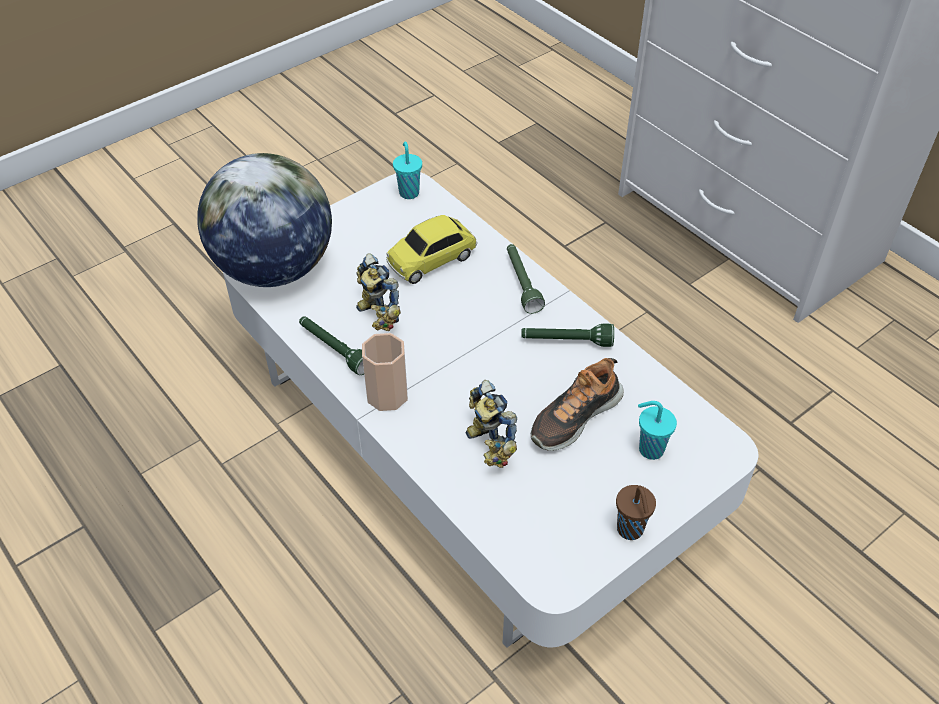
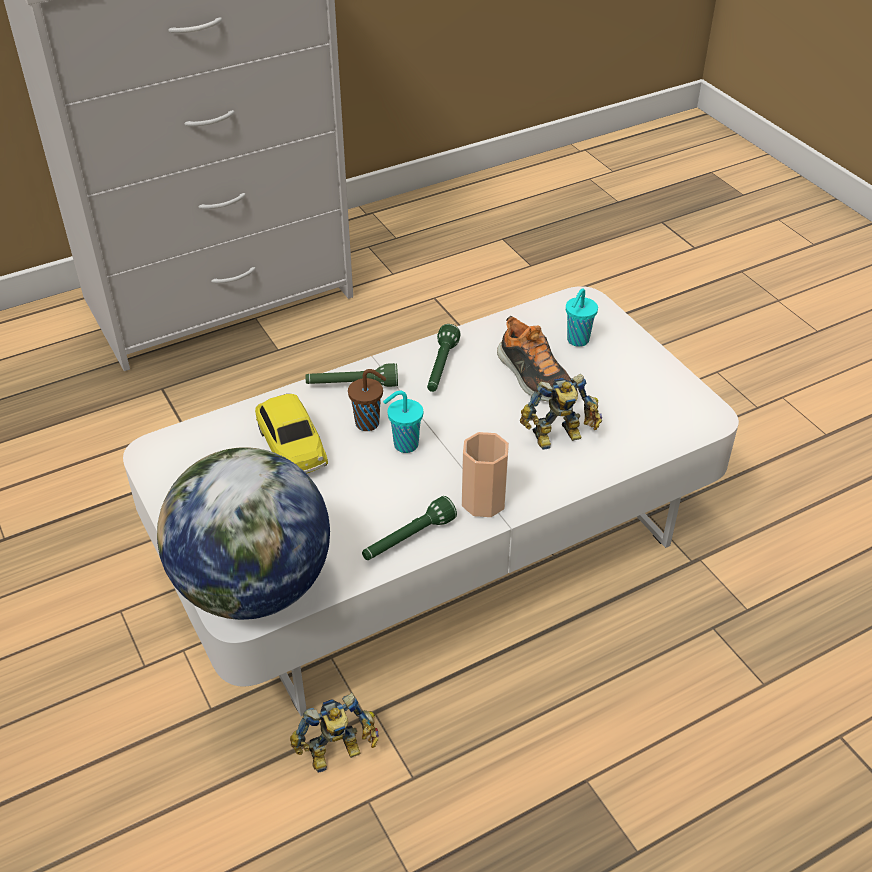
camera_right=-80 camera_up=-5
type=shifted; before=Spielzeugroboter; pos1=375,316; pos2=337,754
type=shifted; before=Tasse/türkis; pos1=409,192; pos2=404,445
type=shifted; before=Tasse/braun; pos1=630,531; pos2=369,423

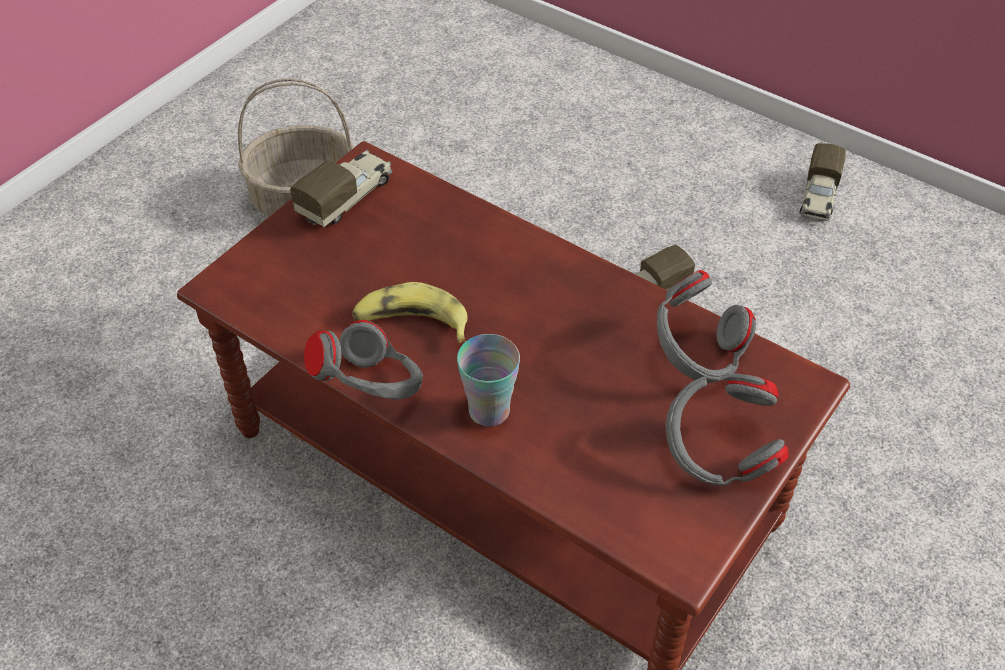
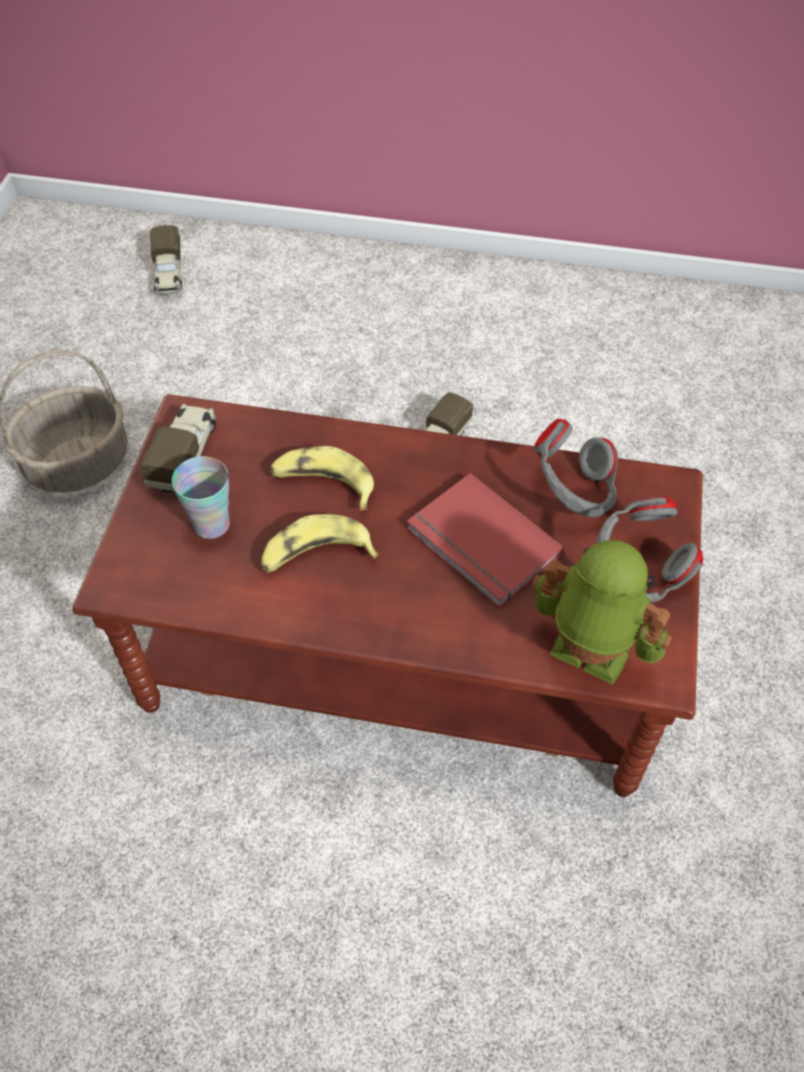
camera_right=-25 camera_up=5
type=gone; before=Kopfhörer/grau; pos1=372,389
type=new; after=Banane; pos2=323,484
type=new; after=Buch/rot; pos2=481,545
type=new; after=Spielzeugroboter; pos2=587,655
type=shifted; before=Tasse; pos1=489,410; pos2=211,524
type=shifted; before=Spielzeuglaster; pos1=818,197; pos2=169,274

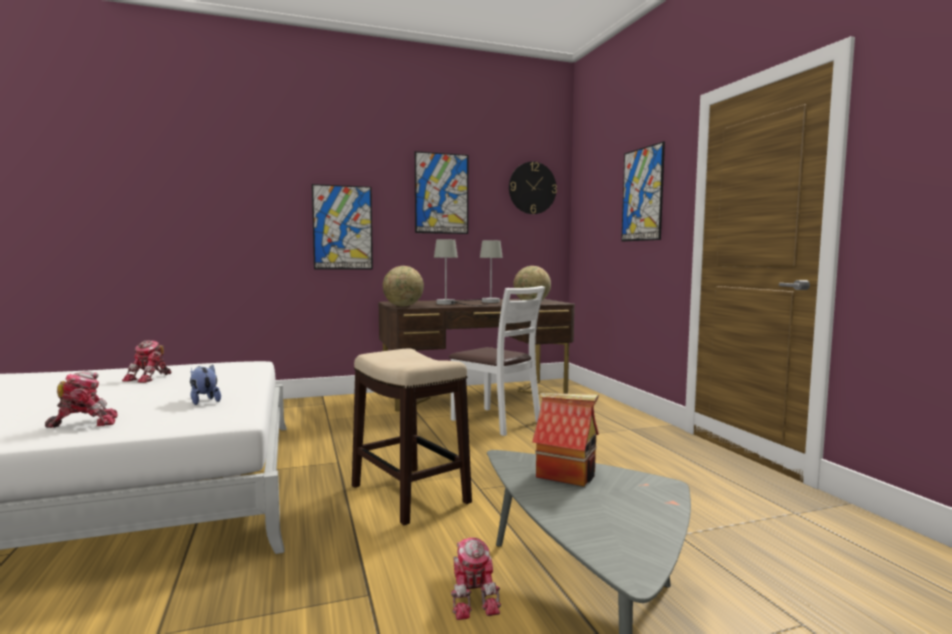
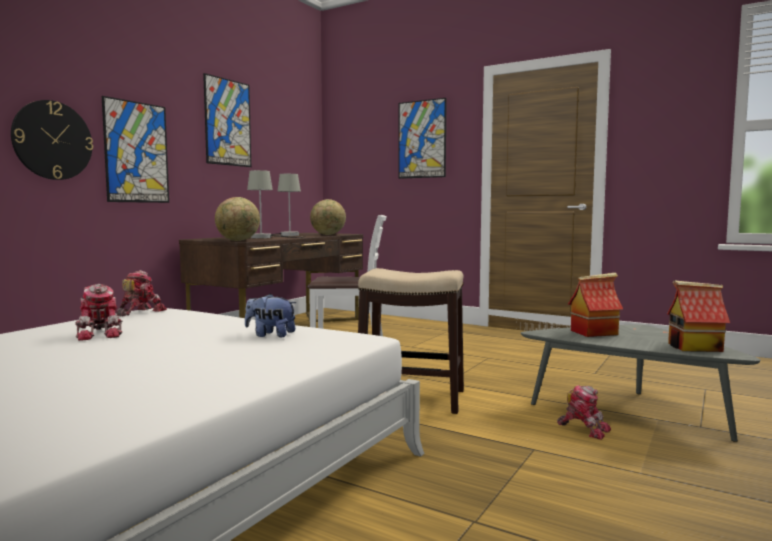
camera_right=-40 camera_up=0
type=new; after=Spielzeughaus; pos2=694,347
type=shifted; before=Spielzeugroboter; pos1=85,423; pos2=139,312
type=shifted; before=Wanduhr; pos1=532,188; pos2=52,140

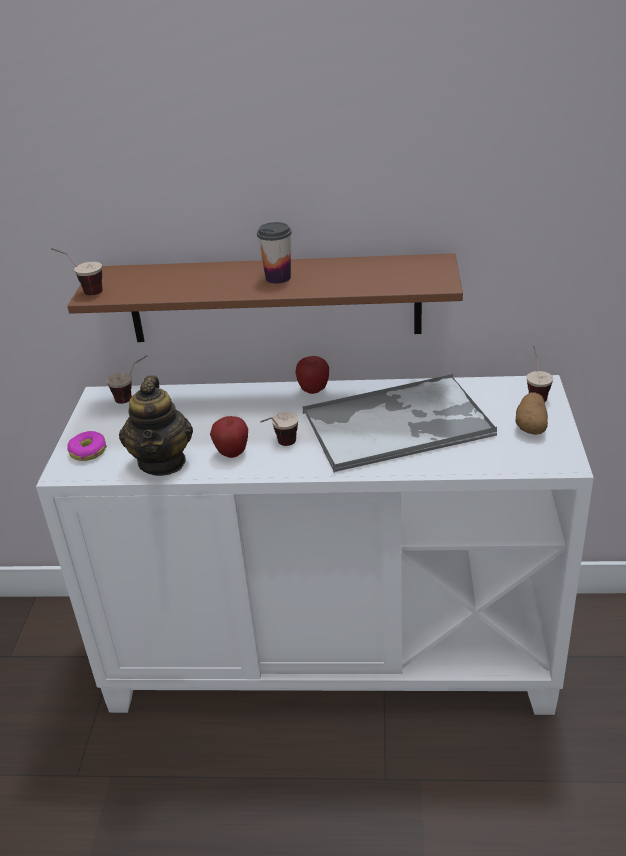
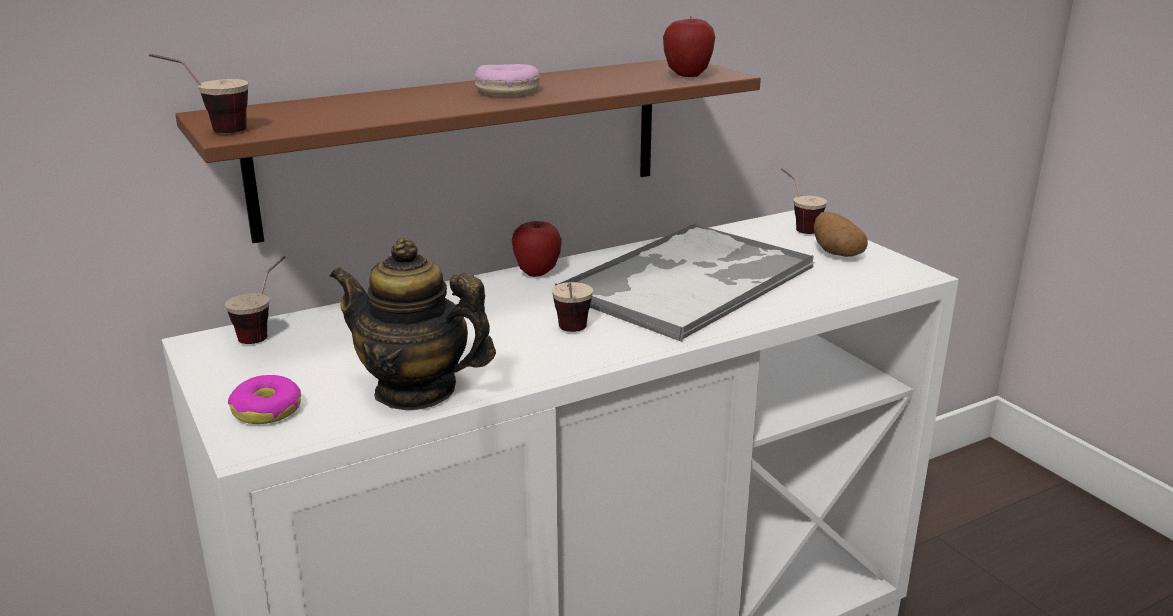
camera_right=-35 camera_up=-10
type=shifted; before=Apfel; pos1=232,453; pos2=687,75
type=swapped; before=Tasse; after=Donut; pos1=278,278; pos2=508,91
type=rotated; before=Teekanne; pos1=162,462; pos2=416,391; turn=150

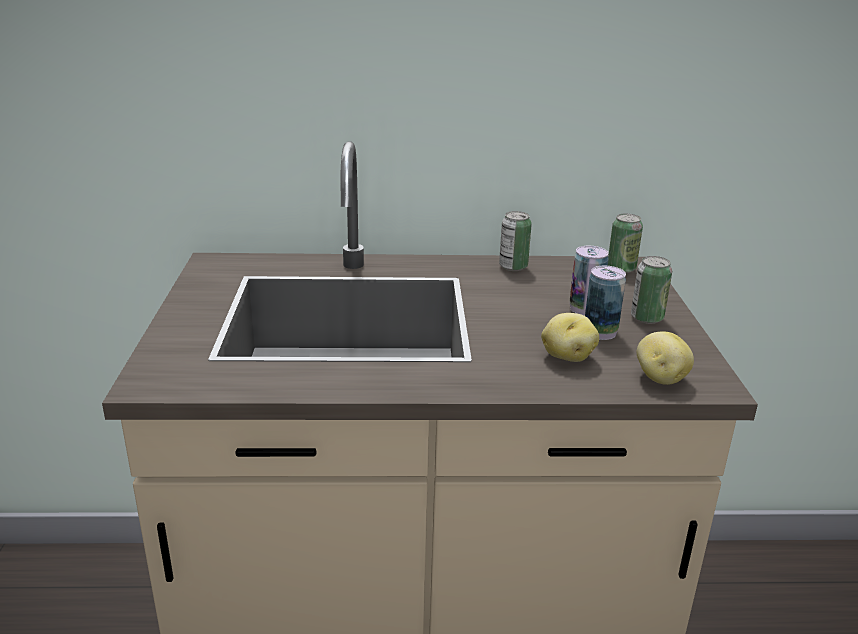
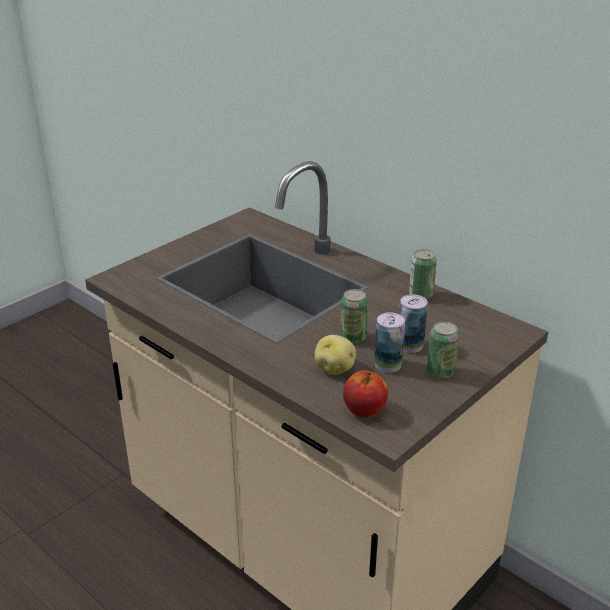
camera_right=45 camera_up=5
type=shifted; before=Dose; pos1=621,269; pos2=353,337
type=swapped; before=Kartoffel; after=Apfel; pos1=659,378; pos2=364,411

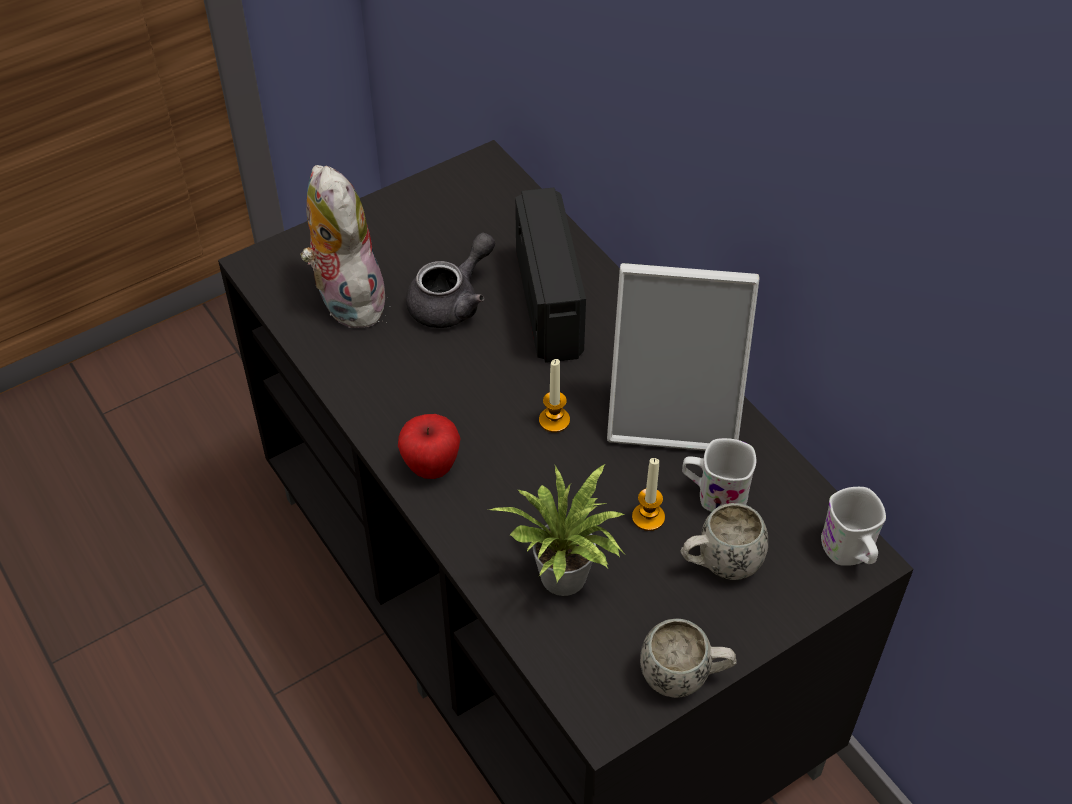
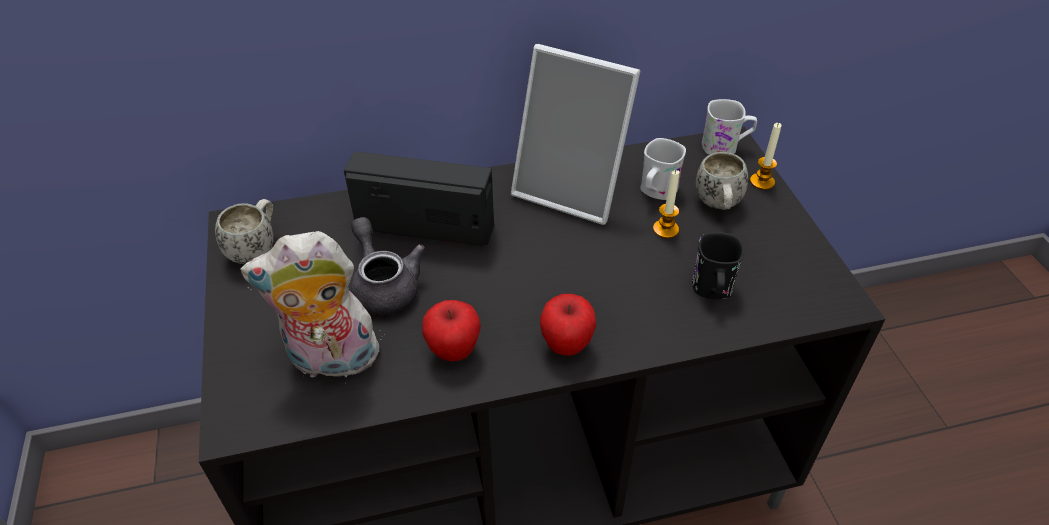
camera_right=-70 camera_up=-5
type=new; after=Apfel; pos2=453,351
type=shifted; before=Kerze; pos1=554,420; pos2=762,182
type=shifted; before=Henkelbecher/weiß; pos1=685,676; pos2=256,248
type=swapped; before=Topfpflanze; after=Henkelbecher/schwarz; pos1=565,582; pos2=712,290
type=rotated; before=Bilderrahmen; pos1=675,412; pos2=572,189; turn=90

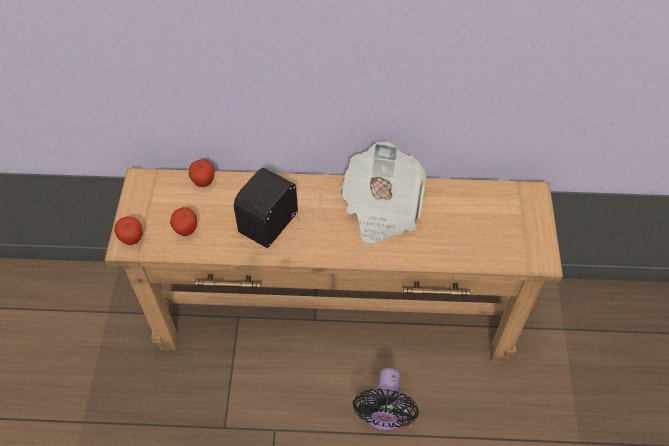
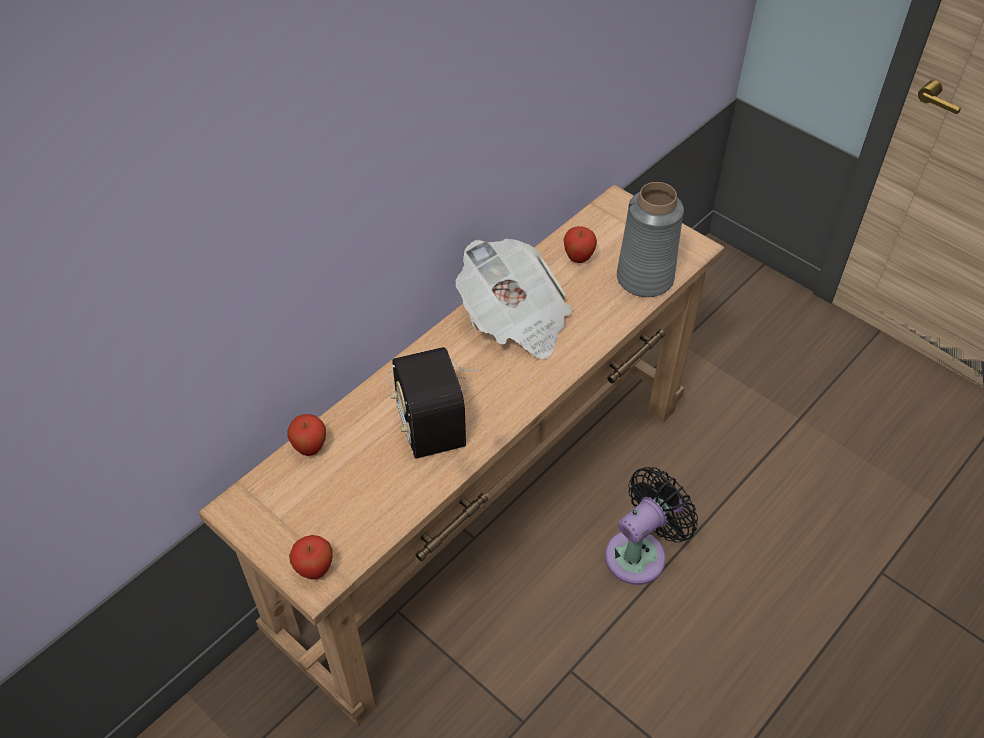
camera_right=-50 camera_up=-5
type=new; after=Vase/grau; pos2=645,278
type=shifted; before=Apfel; pos1=186,231; pos2=578,258
type=rotated; before=Ventilator/schwarz; pos1=384,414; pos2=640,553; turn=-90

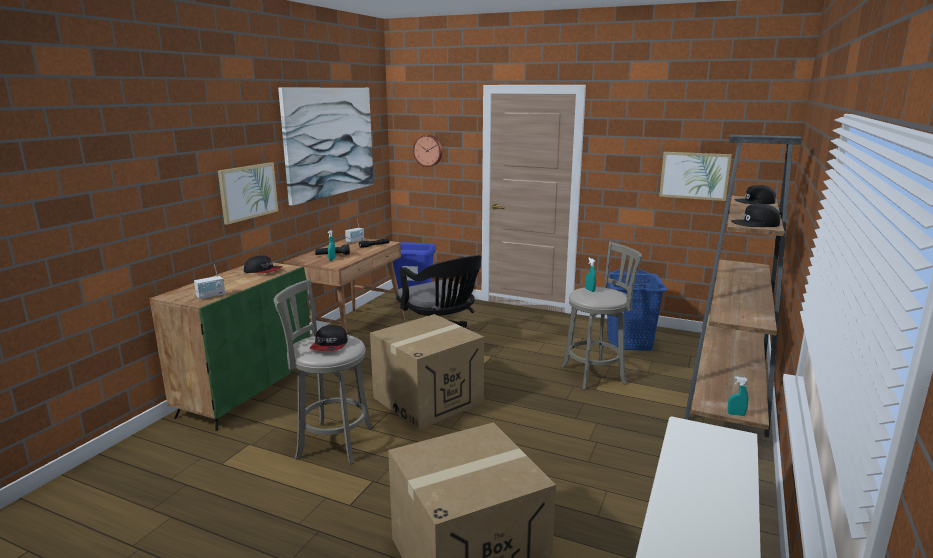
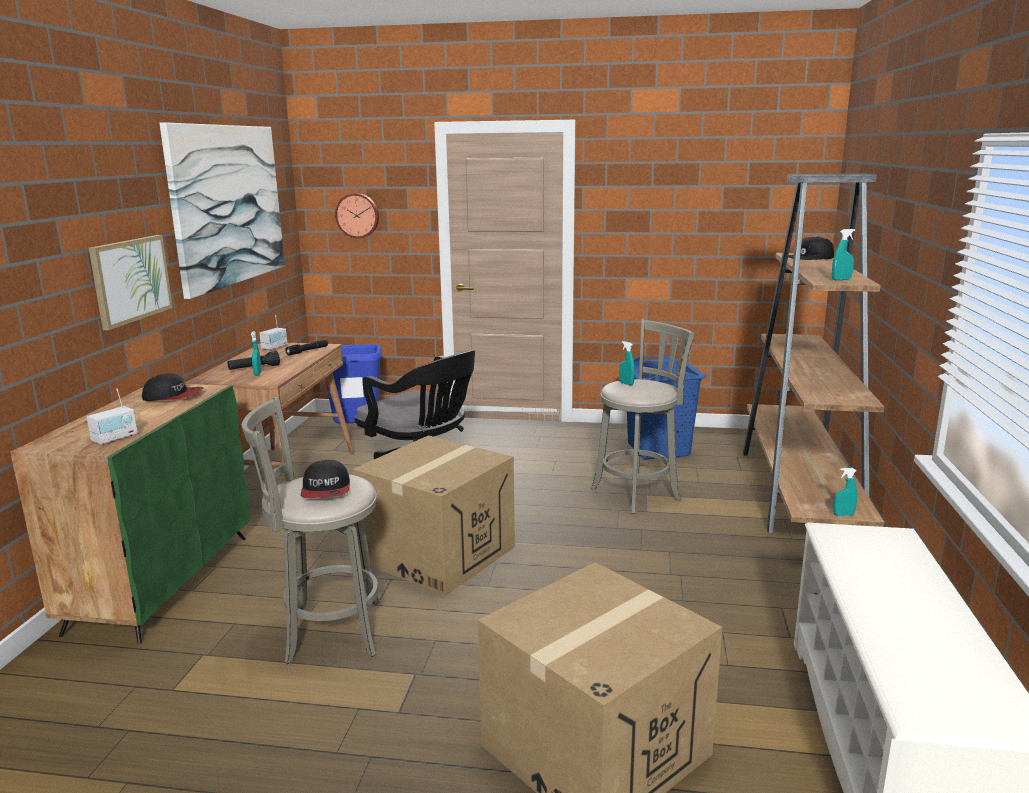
camera_right=-15 camera_up=0
type=gone; before=Bild; pos1=694,175
type=swapped; before=Kappe/schwarz; after=Sprühflasche/türkis; pos1=755,223; pos2=841,279

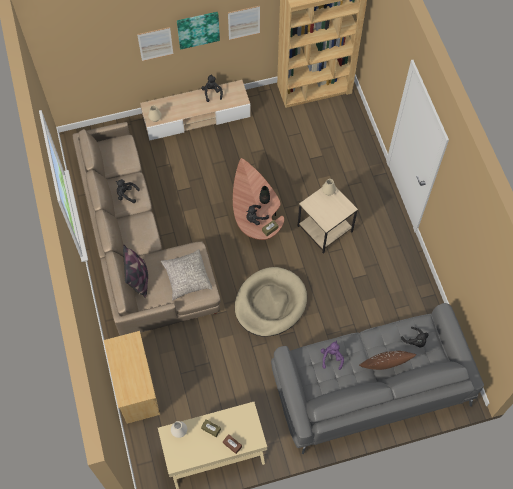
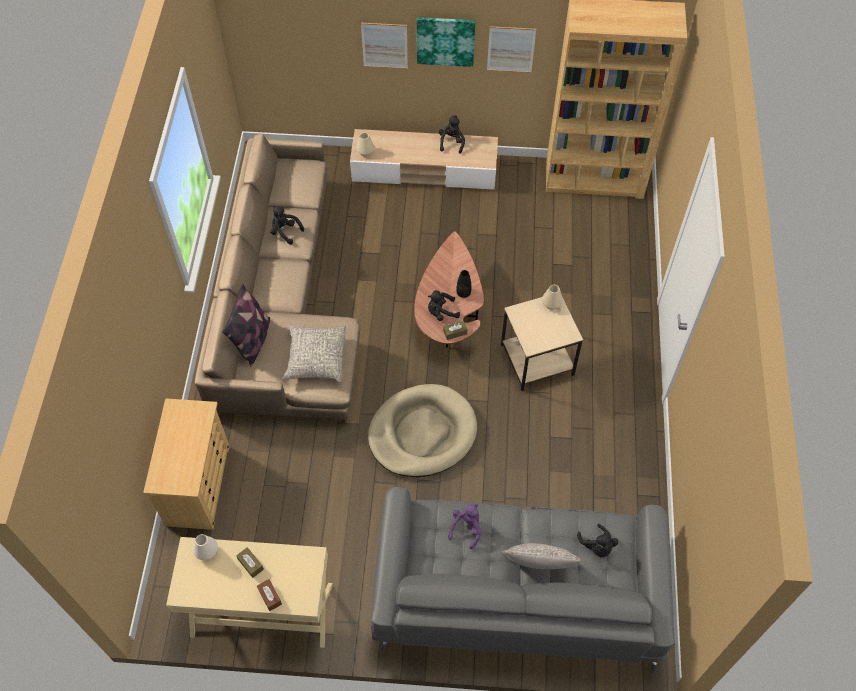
camera_right=20 camera_up=-5
type=repainted; before=Kissen/braun; after=Kissen/grau; pos1=384,366; pos2=537,566

